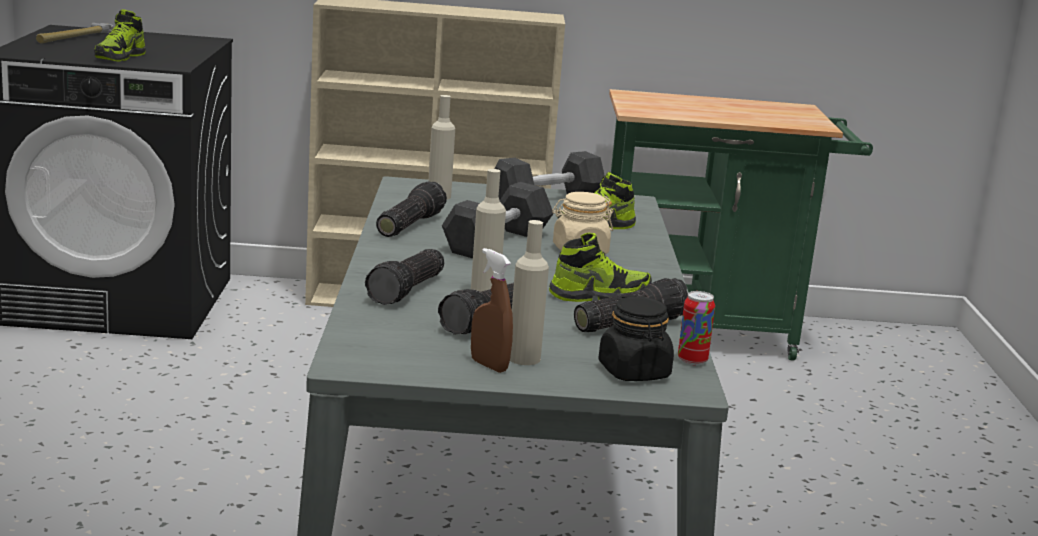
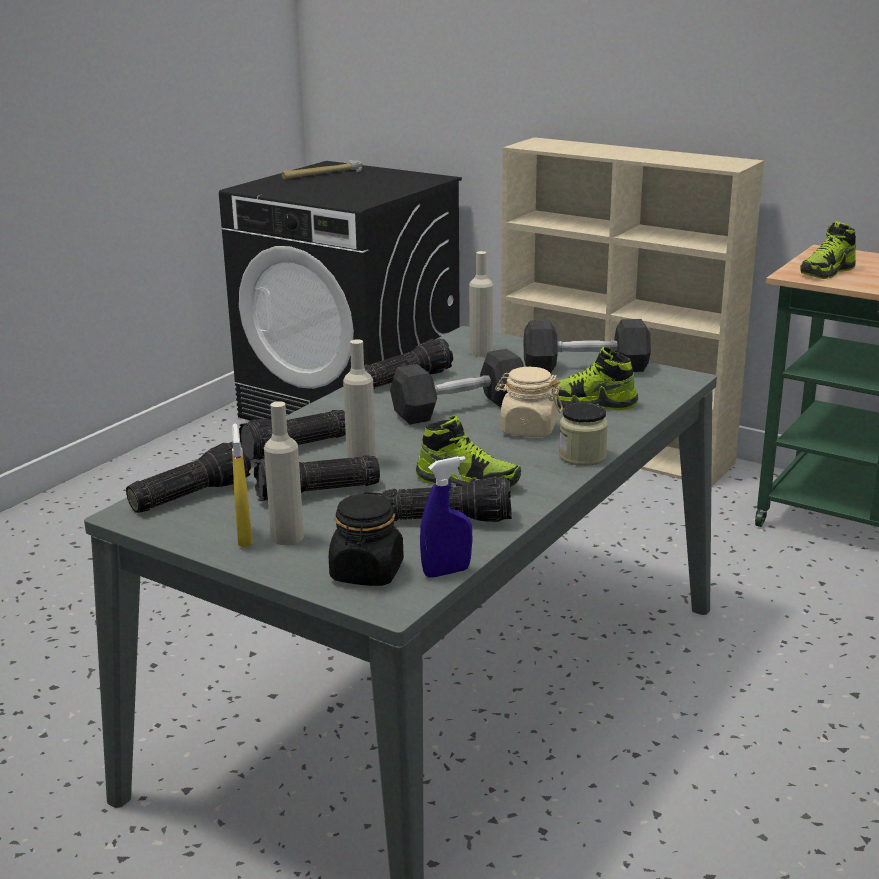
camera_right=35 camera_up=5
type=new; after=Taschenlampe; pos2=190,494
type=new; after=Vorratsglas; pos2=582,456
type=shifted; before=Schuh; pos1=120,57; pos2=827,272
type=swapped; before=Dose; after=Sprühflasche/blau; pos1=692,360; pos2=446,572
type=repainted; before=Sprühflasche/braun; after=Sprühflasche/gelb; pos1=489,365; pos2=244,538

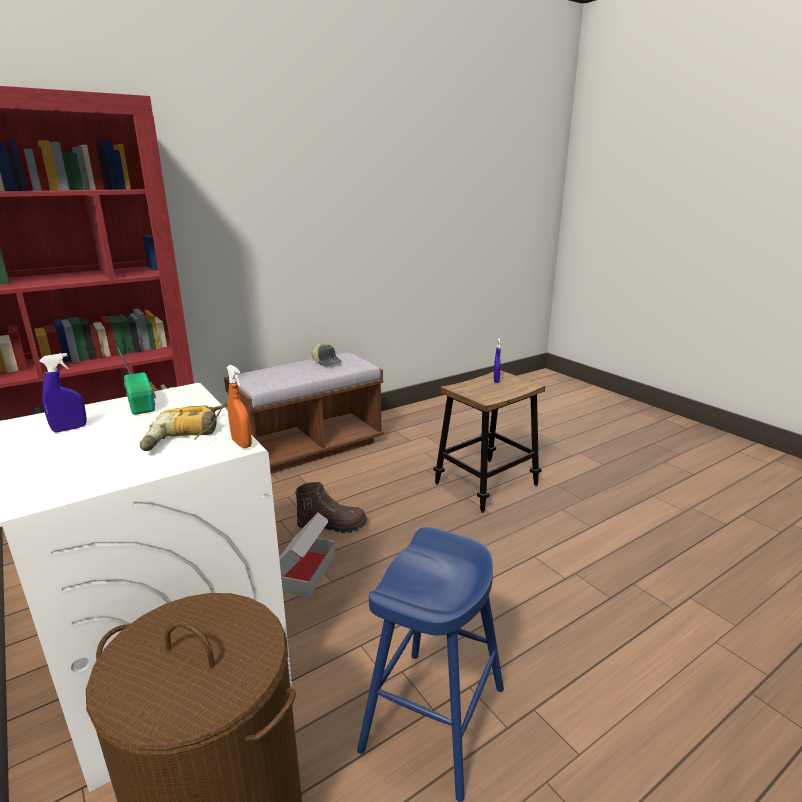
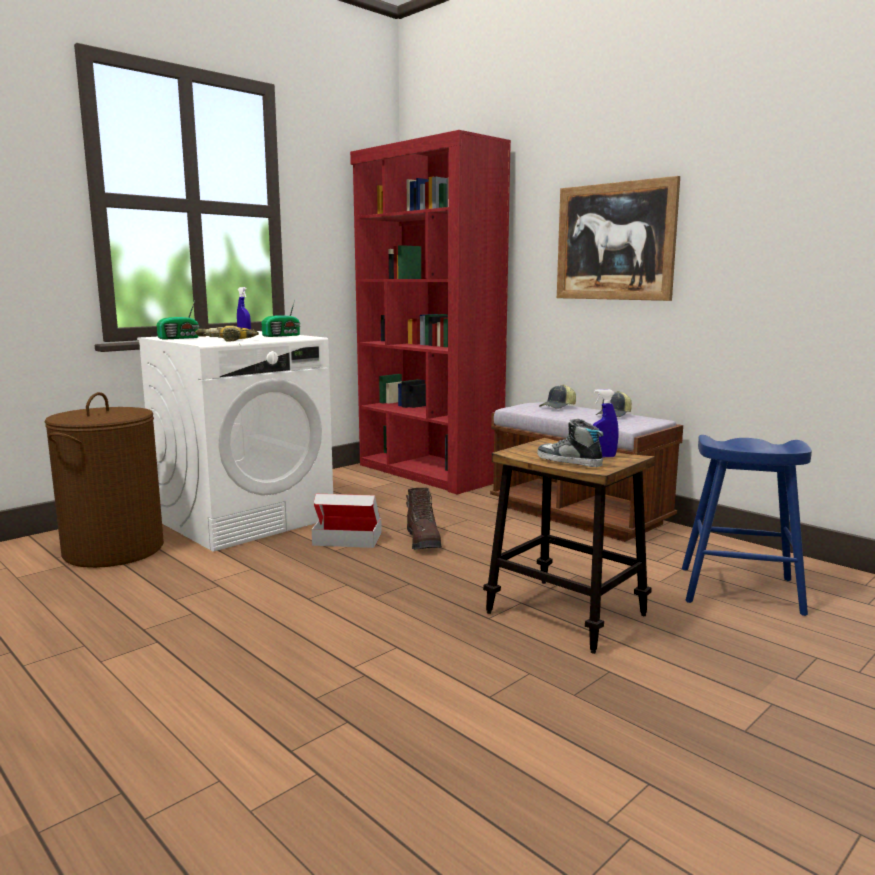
camera_right=80 camera_up=-10
type=gone; before=Sprühflasche/orange; pos1=241,443
type=new; after=Radio; pos2=180,338
type=new; after=Schuh; pos2=569,461
type=new; after=Kappe; pos2=558,407
type=new; after=Bild; pos2=614,242
type=shifted; before=Hocker/blau; pos1=434,718; pos2=740,590

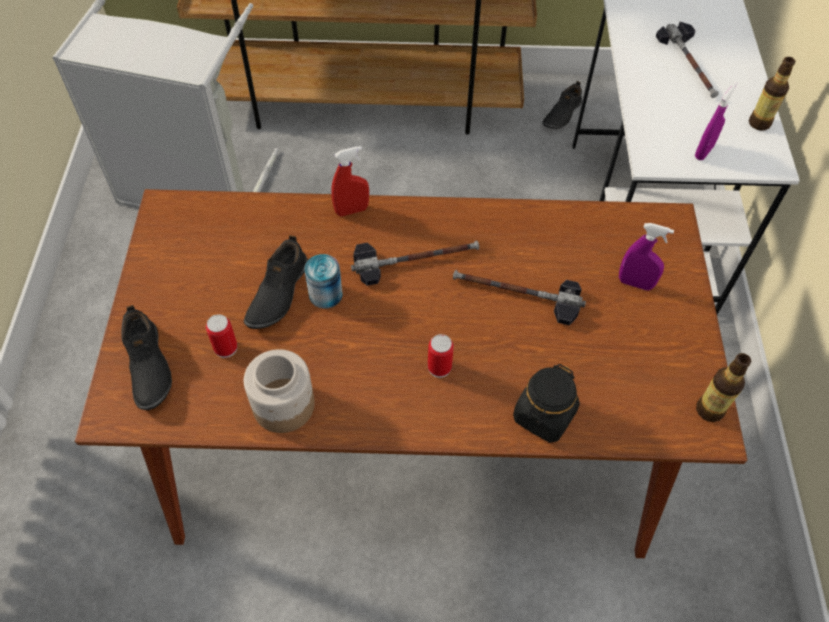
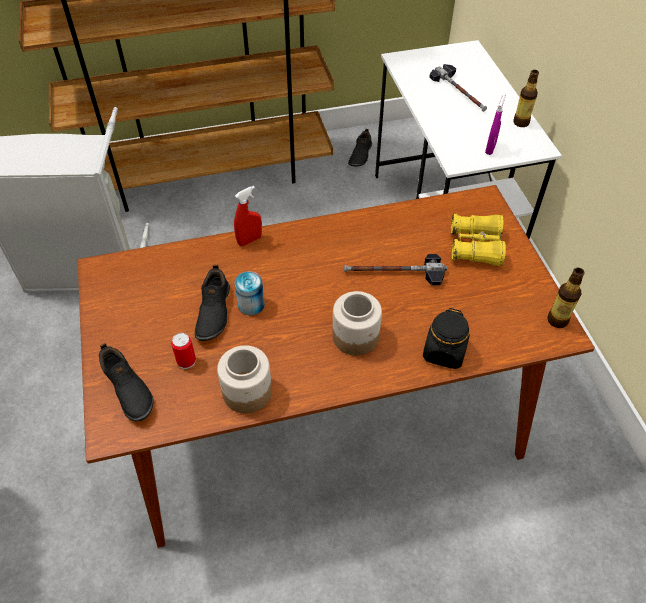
camera_right=-15 camera_up=-5
type=gone; before=Hammer; pos1=415,259
type=swapped; before=Dose; after=Vorratsglas; pos1=439,367; pos2=356,337
type=swapped; before=Sprühflasche/lila; after=Fernglas/gelb; pos1=635,283; pos2=475,247

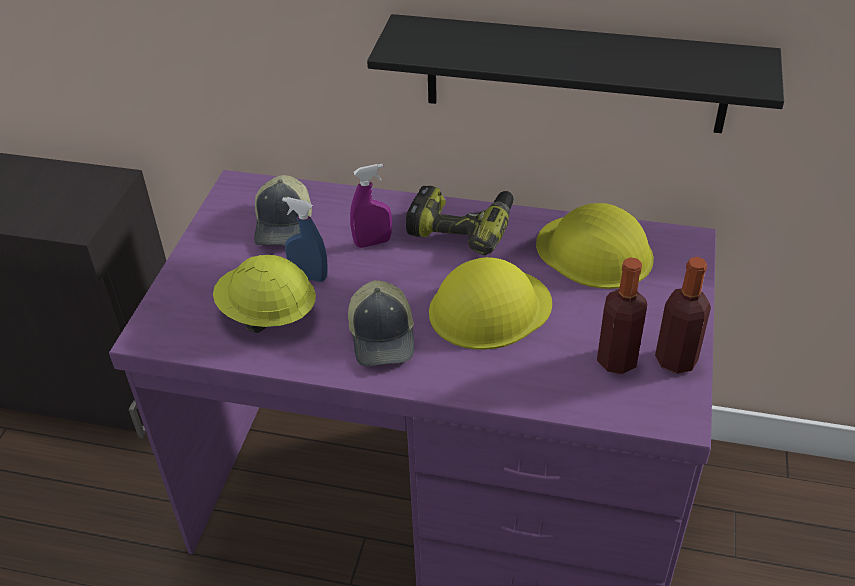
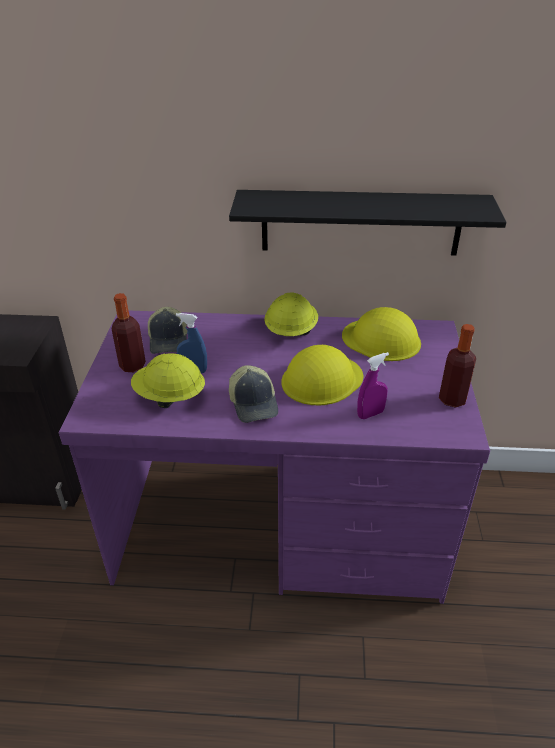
camera_right=-10 camera_up=-5
type=shifted; before=Sprühflasche/lila; pos1=372,242; pos2=370,414
type=shifted; before=Flasche; pos1=617,360; pos2=132,365
type=swapped; before=Bohrmaschine; after=Schutzhelm/gelb; pos1=462,226; pos2=290,331

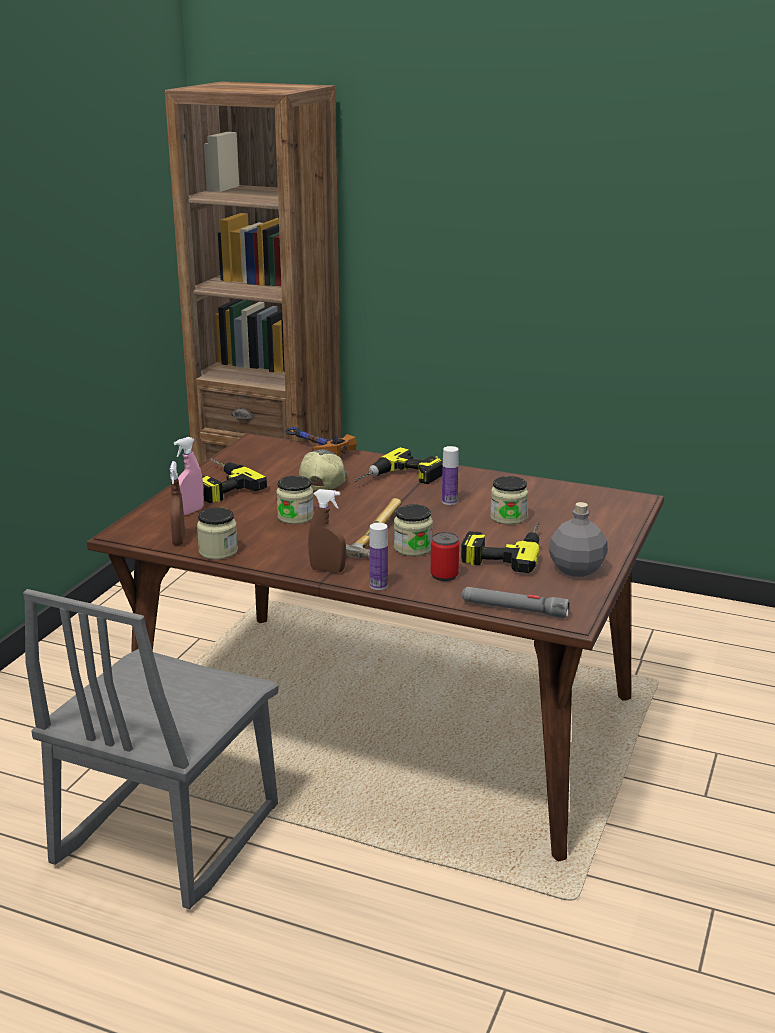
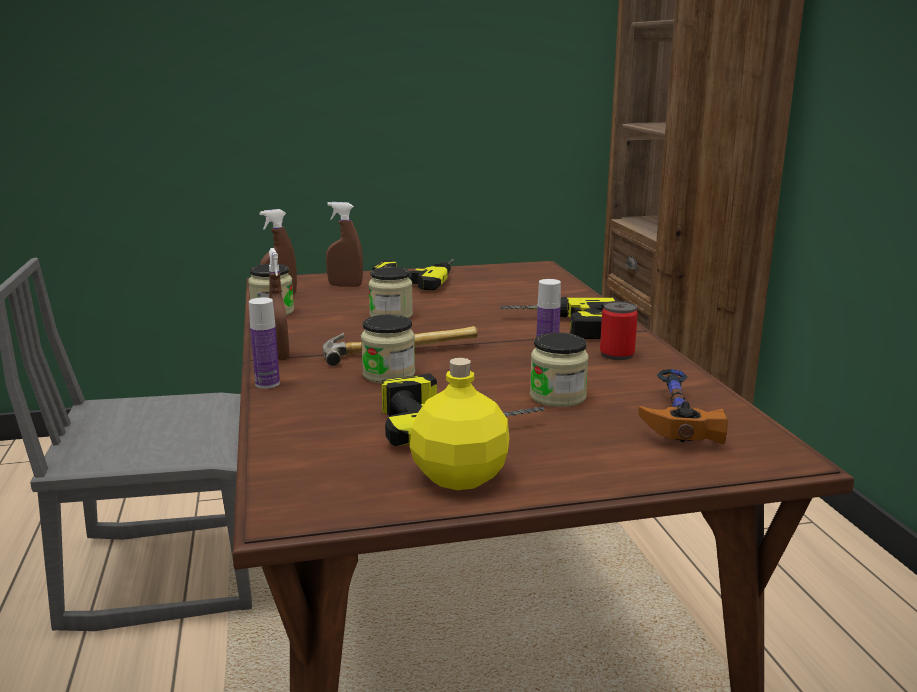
camera_right=55 camera_up=-5
type=gone; before=Kappe; pos1=322,481
type=gone; before=Taschenlampe/grau; pos1=514,609
type=shifted; before=Hammer; pos1=314,449; pos2=674,417
type=shifted; before=Dose; pos1=444,575; pos2=617,354
type=repainted; before=Sprühflasche/rosa; after=Sprühflasche/braun; pos1=190,511; pos2=345,285
type=repainted; before=Flasche/grau; after=Flasche/gelb; pos1=577,569; pos2=460,477

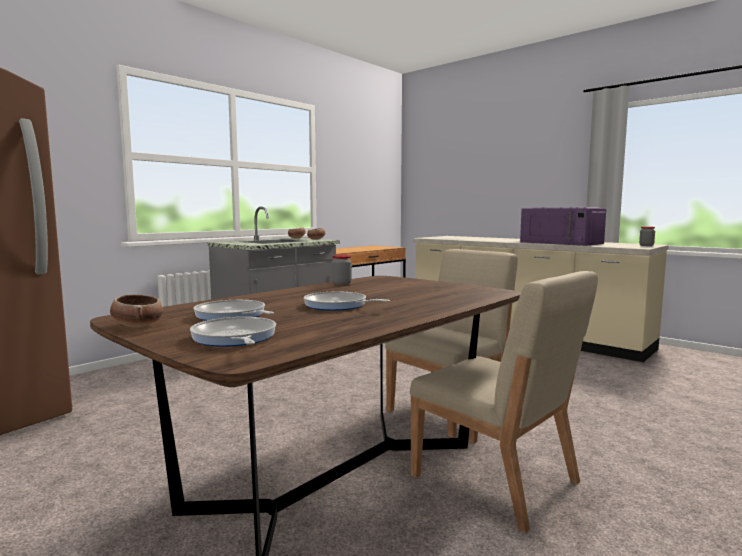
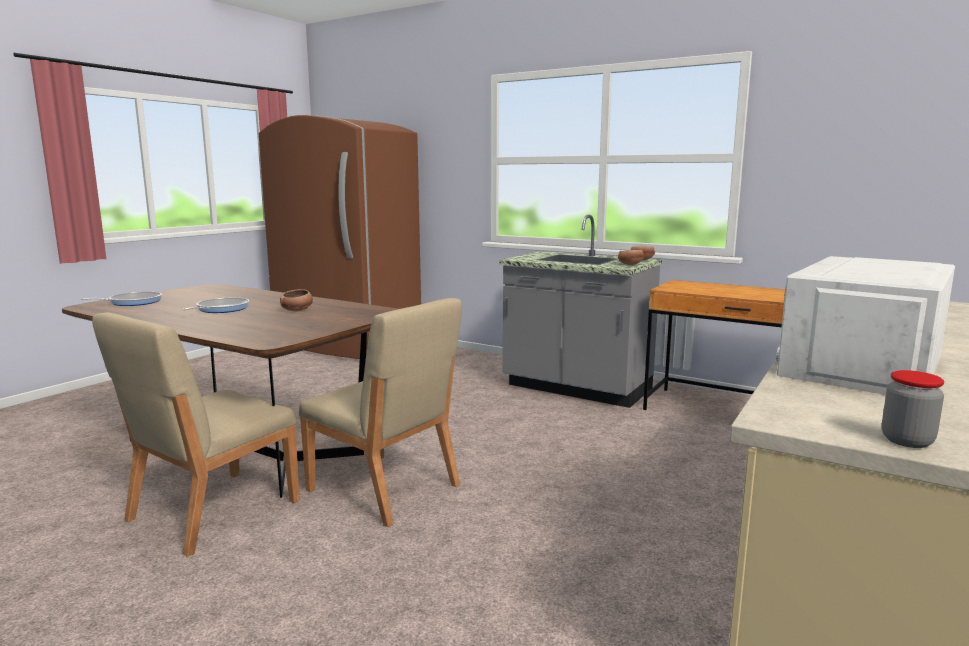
camera_right=80 camera_up=5
type=gone; before=Pfanne; pos1=232,316
type=gone; before=Vorratsglas; pos1=341,284
type=shifted; before=Schüssel; pos1=138,326; pos2=297,310
type=repainted; before=Mikrowelle/lila; after=Mikrowelle/weiß; pos1=562,243; pos2=863,365

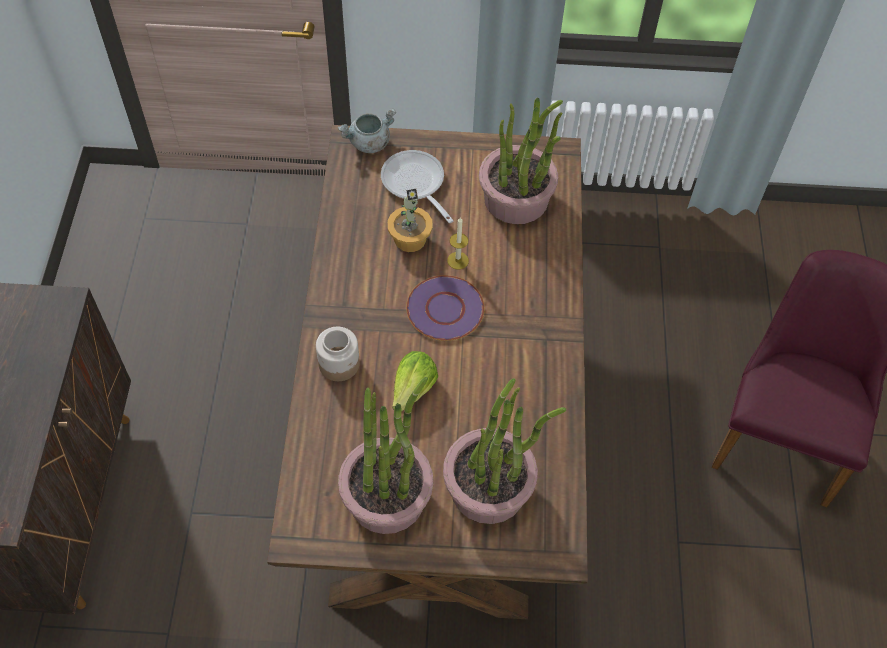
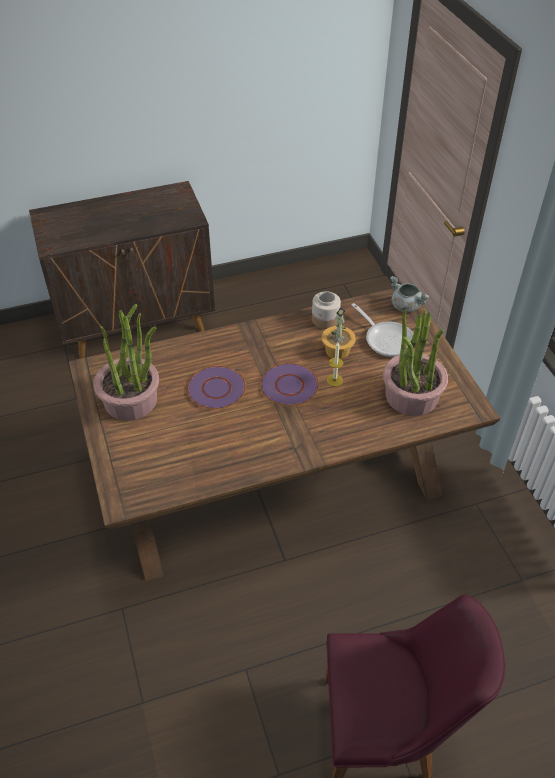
camera_right=70 camera_up=-10
type=gone; before=Topfpflanze; pos1=489,488
type=shifted; before=Vorratsglas; pos1=339,364; pos2=325,320
type=swapped; before=Salatkopf; after=Teller/lila; pos1=413,389; pos2=216,389
type=rotated; before=Pfanne; pos1=415,184; pos2=386,339; turn=105

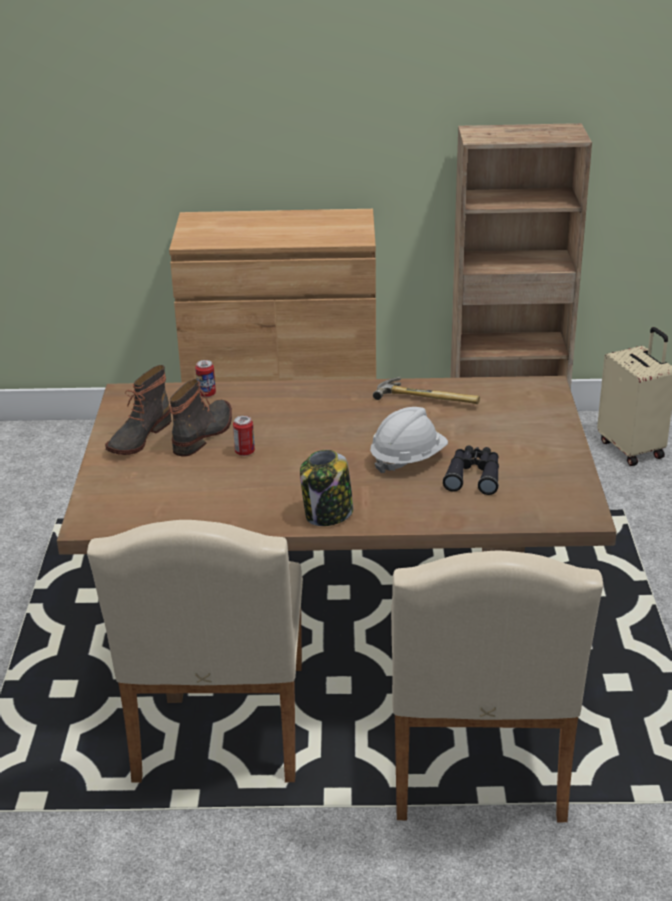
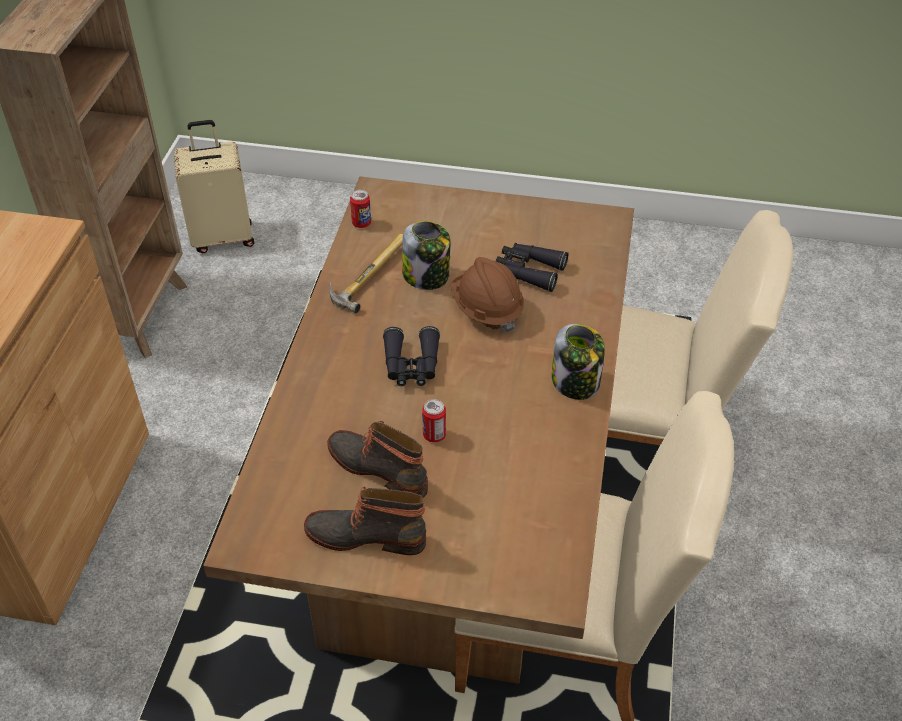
camera_right=-80 camera_up=15
type=new; after=Fernglas/schwarz; pos2=411,365
type=new; after=Vorratsglas; pos2=427,276
type=shifted; before=Dose; pos1=206,394; pos2=361,223
type=repainted; before=Schutzhelm/weiß; after=Schutzhelm/braun; pos1=408,459; pos2=486,309
type=rotated; before=Stiefel; pos1=138,437; pos2=366,535; turn=150

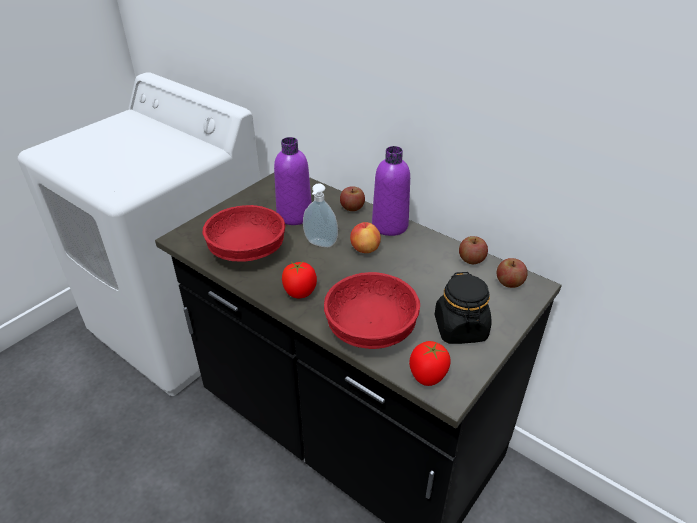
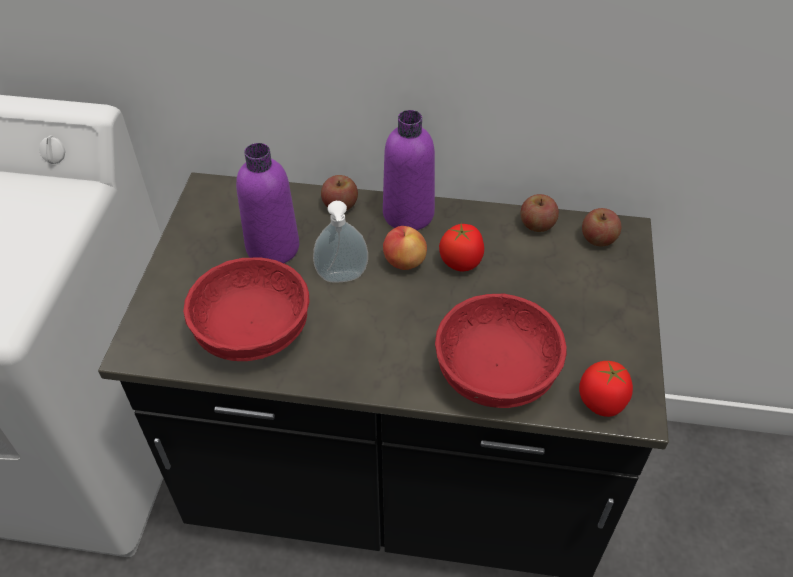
camera_right=-30 camera_up=10
type=gone; before=Vorratsglas/schwarz; pos1=460,329
type=shifted; before=Tomate; pos1=300,292; pos2=461,262

